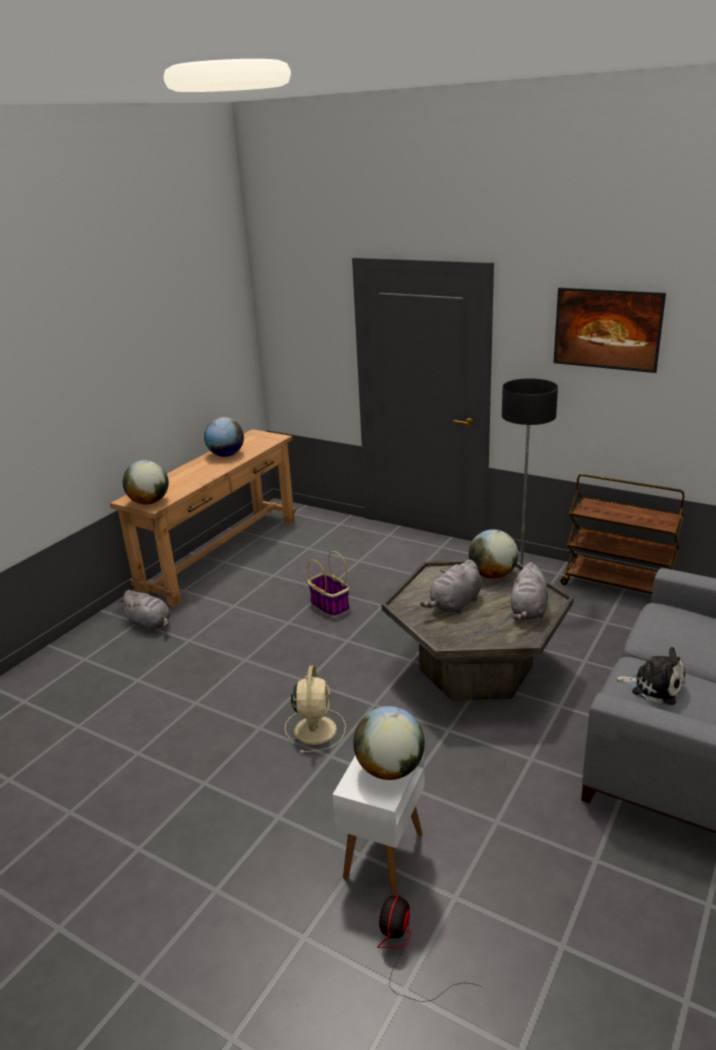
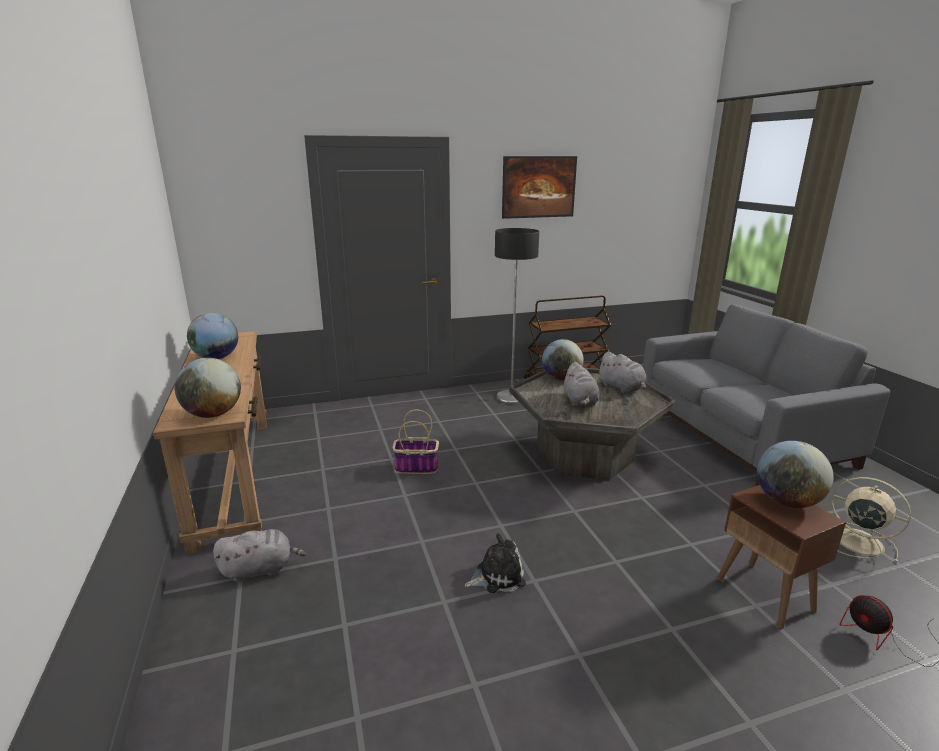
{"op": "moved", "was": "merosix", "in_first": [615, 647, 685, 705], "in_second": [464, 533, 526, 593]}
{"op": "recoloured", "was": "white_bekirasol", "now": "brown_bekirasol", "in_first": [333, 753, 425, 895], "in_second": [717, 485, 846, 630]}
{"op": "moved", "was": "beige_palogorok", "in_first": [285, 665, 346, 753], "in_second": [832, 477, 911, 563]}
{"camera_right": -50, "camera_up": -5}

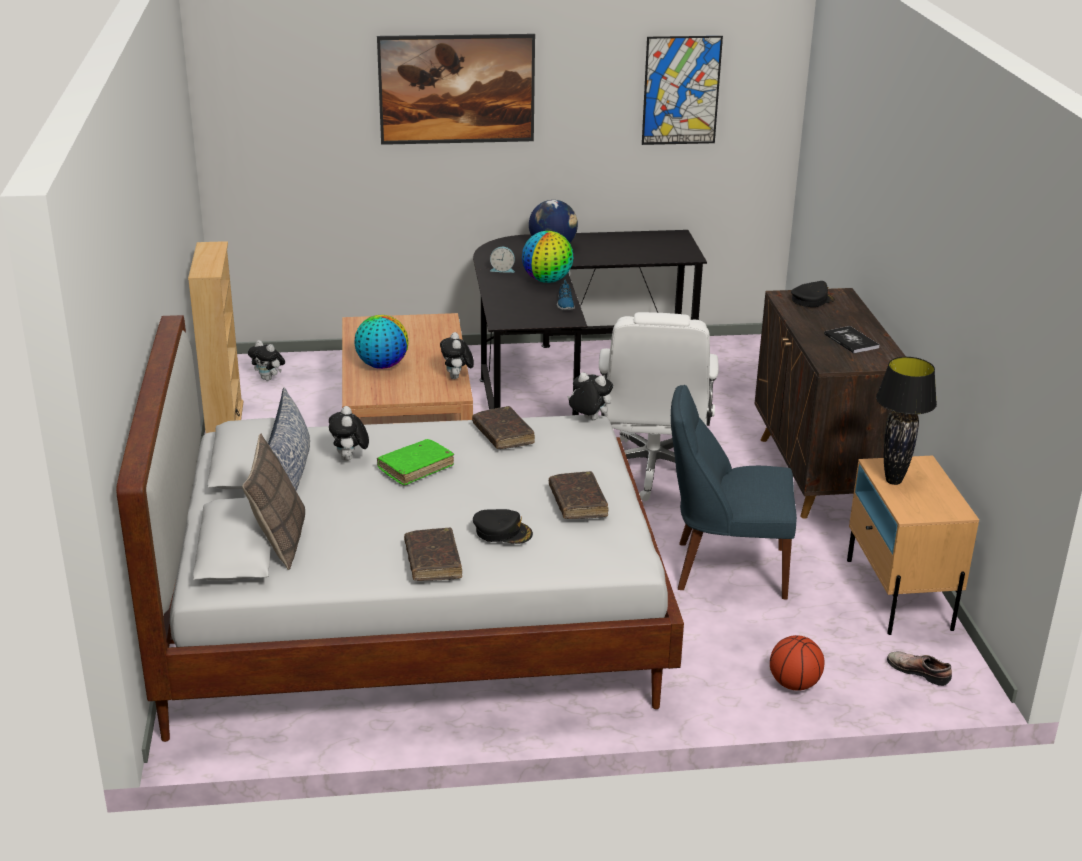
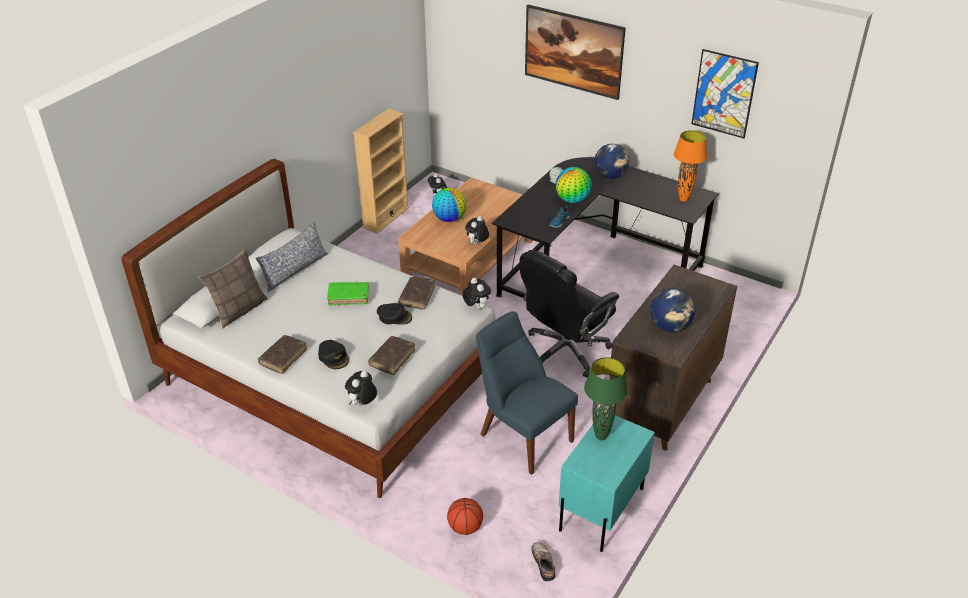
{"op": "moved", "was": "merosix", "in_first": [329, 406, 369, 461], "in_second": [345, 371, 377, 405]}
{"op": "moved", "was": "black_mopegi", "in_first": [791, 281, 835, 307], "in_second": [377, 303, 412, 325]}
{"op": "recoloured", "was": "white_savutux", "now": "black_savutux", "in_first": [599, 312, 719, 501], "in_second": [519, 250, 619, 378]}
{"op": "recoloured", "was": "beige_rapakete", "now": "turquoise_rapakete", "in_first": [847, 455, 979, 635], "in_second": [559, 415, 655, 552]}
{"op": "recoloured", "was": "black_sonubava", "now": "green_sonubava", "in_first": [876, 357, 937, 485], "in_second": [584, 357, 628, 440]}
{"op": "replaced", "was": "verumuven", "now": "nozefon", "in_first": [824, 326, 880, 354], "in_second": [650, 288, 695, 332]}
{"op": "added", "now": "orange_sonubava", "in_second": [674, 130, 707, 202]}
{"camera_right": 40, "camera_up": 10}

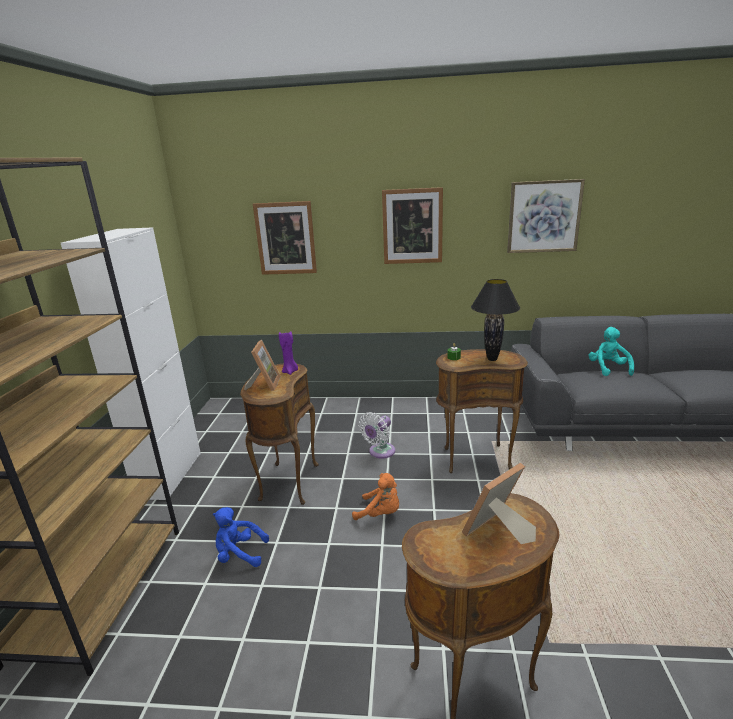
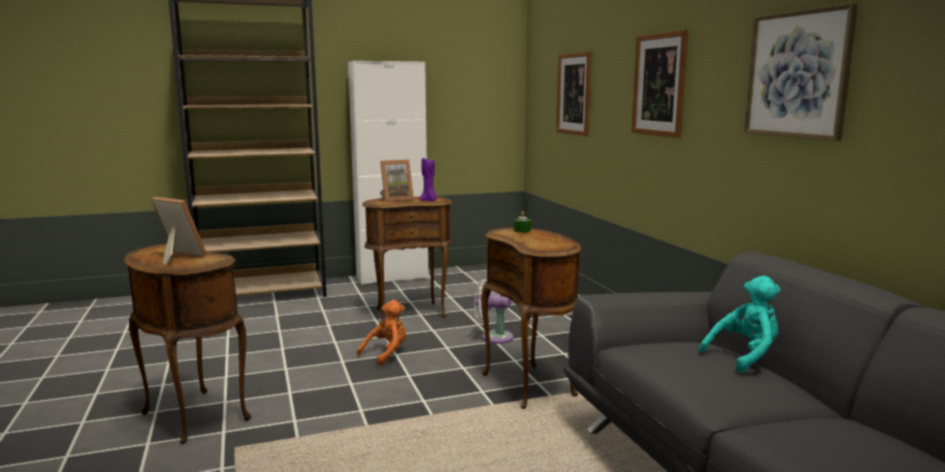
{"op": "turned", "was": "orange_merosix", "in_first": [352, 473, 399, 520], "in_second": [357, 300, 406, 366], "clockwise": -135}
{"op": "removed", "was": "blue_merosix", "in_first": [213, 507, 269, 567]}
{"op": "removed", "was": "black_sonubava", "in_first": [471, 279, 520, 361]}
{"camera_right": 65, "camera_up": -10}

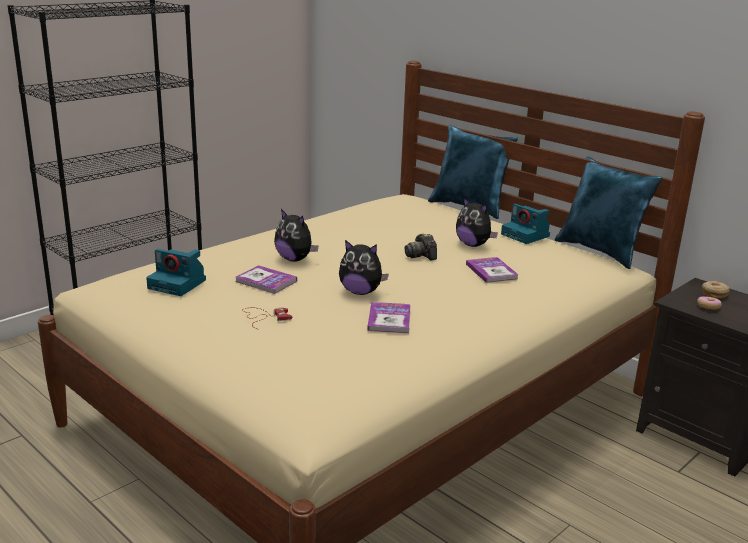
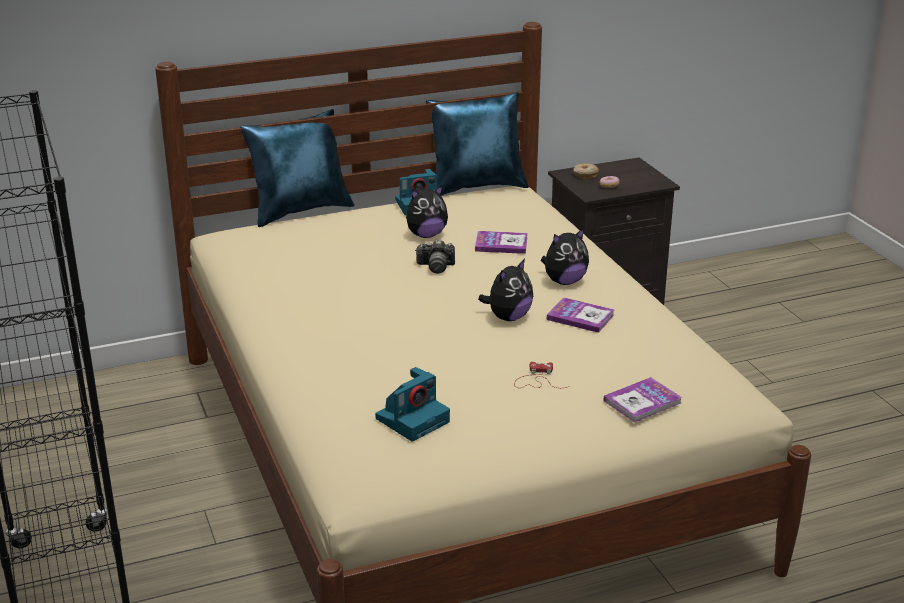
{"op": "moved", "was": "merosix", "in_first": [274, 209, 318, 262], "in_second": [541, 228, 589, 285]}
{"op": "moved", "was": "verumuven", "in_first": [235, 265, 297, 294], "in_second": [603, 377, 682, 423]}
{"camera_right": -65, "camera_up": 5}

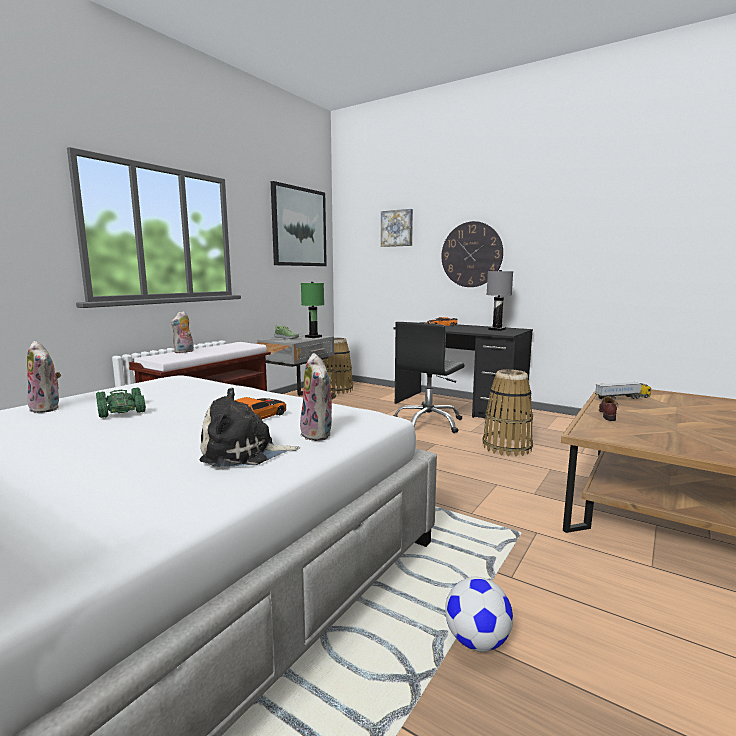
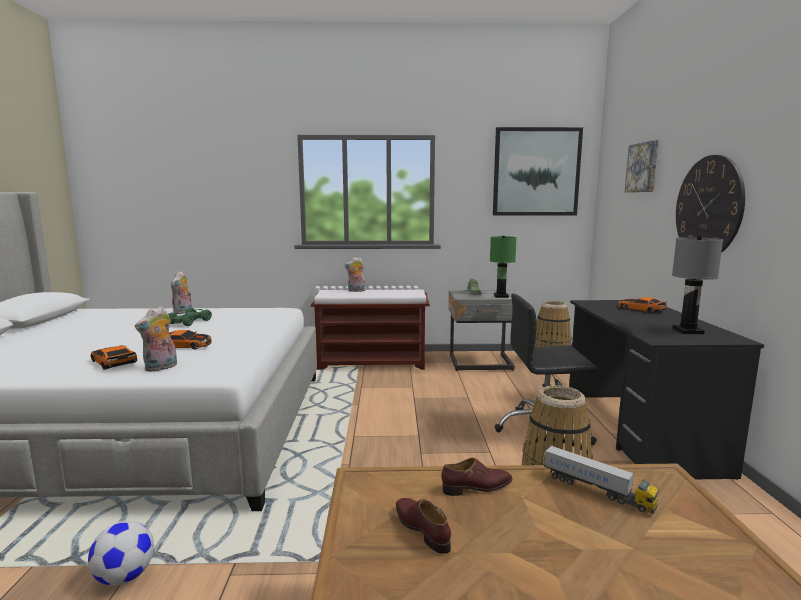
{"op": "replaced", "was": "merosix", "now": "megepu", "in_first": [199, 388, 300, 467], "in_second": [91, 345, 137, 370]}
{"op": "added", "now": "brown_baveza", "in_second": [396, 498, 451, 554]}
{"camera_right": 55, "camera_up": 0}

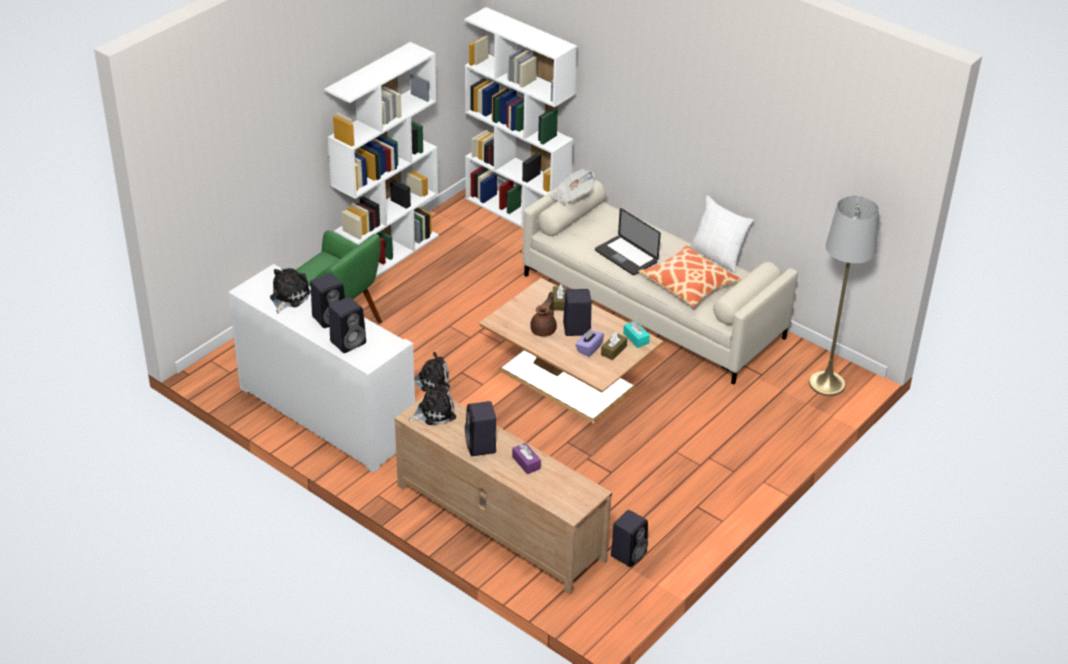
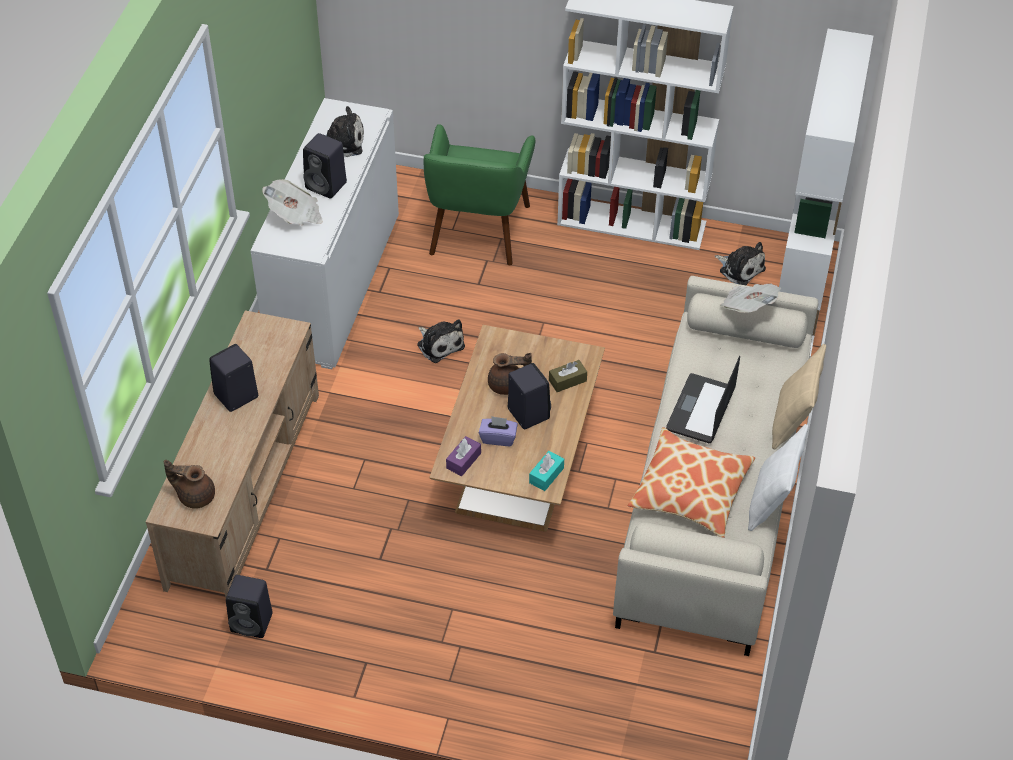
{"op": "added", "now": "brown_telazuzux", "in_second": [164, 460, 215, 509]}
{"op": "replaced", "was": "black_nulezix", "now": "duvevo", "in_first": [329, 297, 366, 353], "in_second": [262, 179, 323, 225]}
{"op": "moved", "was": "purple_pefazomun", "in_first": [512, 443, 541, 474], "in_second": [446, 436, 481, 476]}
{"op": "moved", "was": "merosix", "in_first": [408, 380, 456, 425], "in_second": [715, 242, 766, 285]}
{"op": "added", "now": "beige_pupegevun", "in_second": [772, 344, 826, 450]}
{"op": "removed", "was": "brown_pefazomun", "in_first": [601, 332, 627, 360]}
{"op": "removed", "was": "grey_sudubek", "in_first": [809, 196, 879, 396]}
{"camera_right": 65, "camera_up": 10}

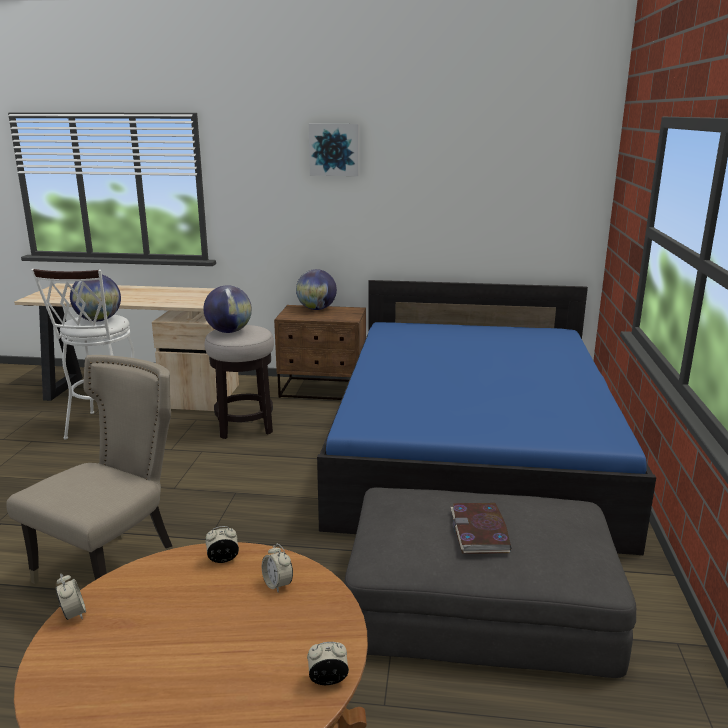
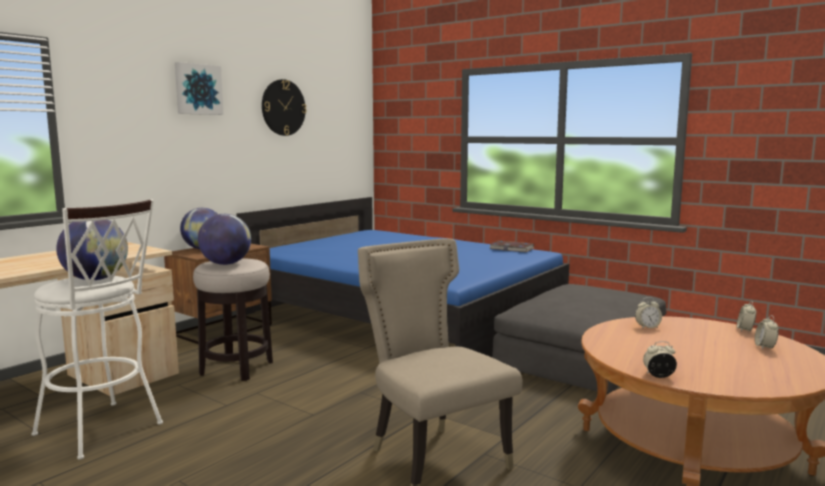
{"op": "added", "now": "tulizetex", "in_second": [262, 79, 307, 136]}
{"op": "moved", "was": "verumuven", "in_first": [451, 503, 511, 554], "in_second": [489, 241, 534, 252]}
{"op": "moved", "was": "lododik", "in_first": [205, 526, 239, 563], "in_second": [755, 315, 779, 350]}
{"camera_right": -60, "camera_up": -10}

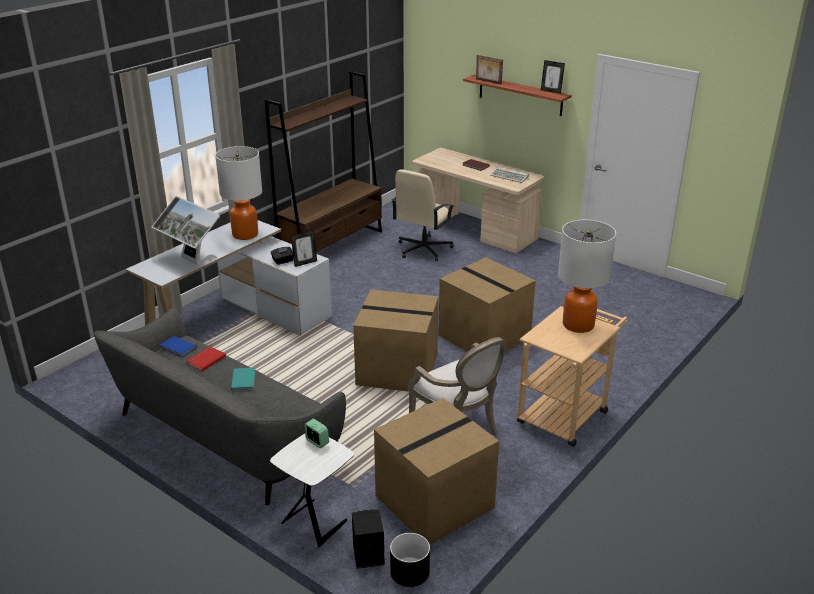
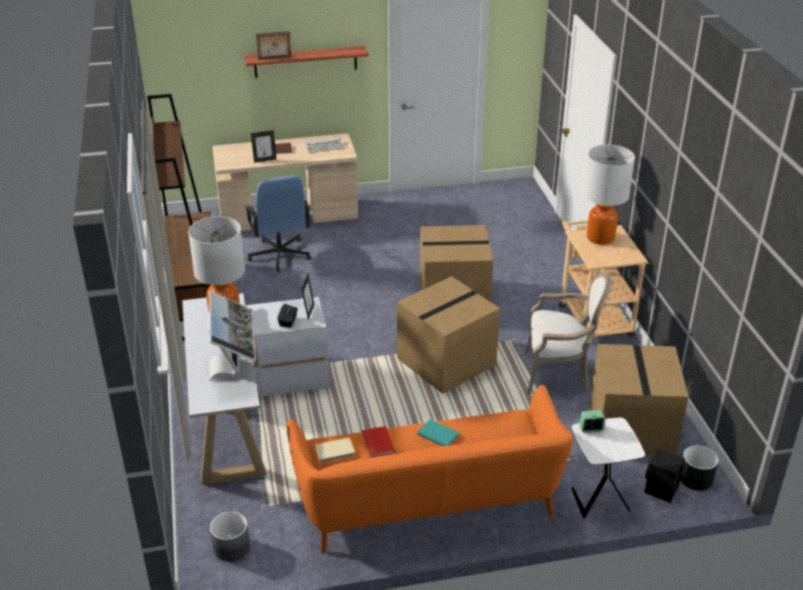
{"op": "turned", "was": "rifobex", "in_first": [152, 196, 220, 266], "in_second": [208, 291, 256, 381], "clockwise": -90}
{"op": "added", "now": "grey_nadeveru", "in_second": [210, 512, 250, 561]}
{"op": "recoloured", "was": "beige_savutux", "now": "blue_savutux", "in_first": [392, 169, 454, 261], "in_second": [245, 175, 311, 272]}
{"op": "moved", "was": "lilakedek", "in_first": [541, 60, 565, 94], "in_second": [251, 130, 276, 163]}
{"op": "recoloured", "was": "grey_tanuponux", "now": "orange_tanuponux", "in_first": [94, 309, 346, 505], "in_second": [287, 385, 573, 554]}
{"op": "recoloured", "was": "blue_verumuven", "now": "beige_verumuven", "in_first": [160, 336, 197, 357], "in_second": [315, 438, 355, 463]}
{"camera_right": -50, "camera_up": 5}

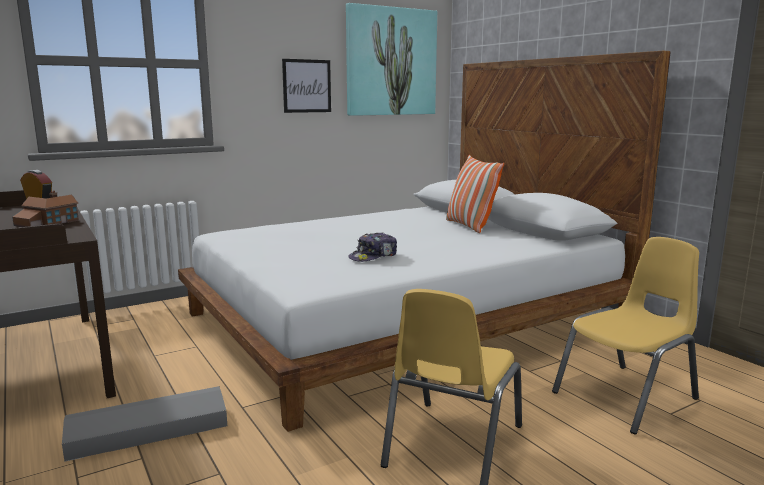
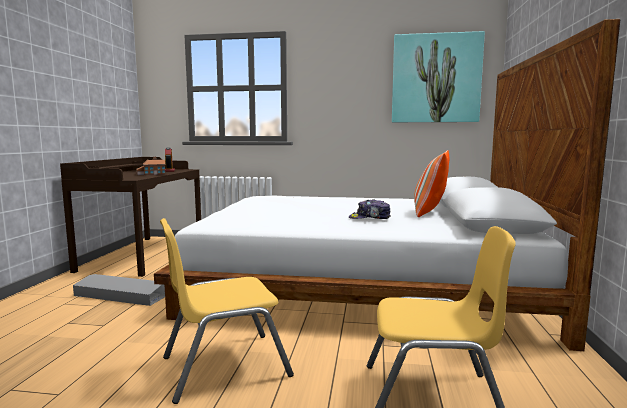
{"op": "moved", "was": "mopegi", "in_first": [348, 233, 397, 262], "in_second": [349, 199, 391, 219]}
{"op": "removed", "was": "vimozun", "in_first": [282, 59, 331, 113]}
{"camera_right": 40, "camera_up": -5}

